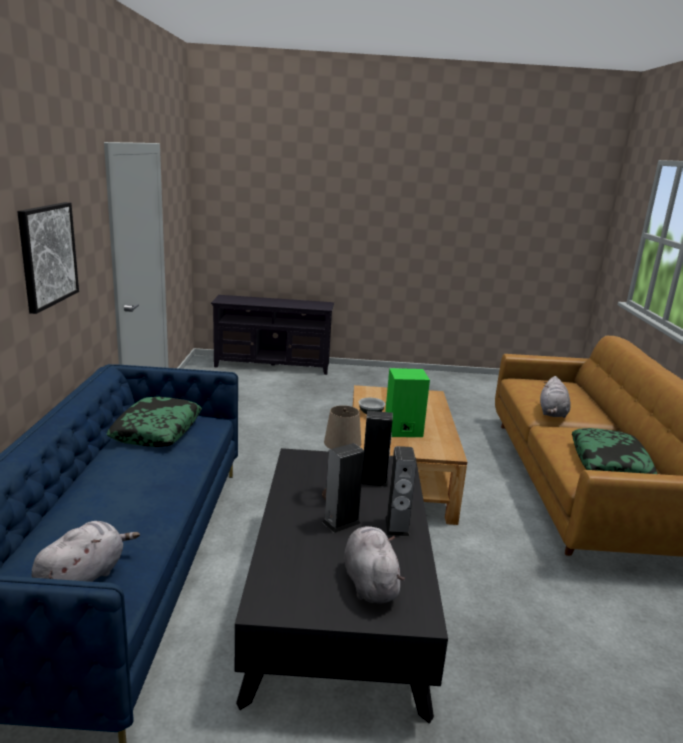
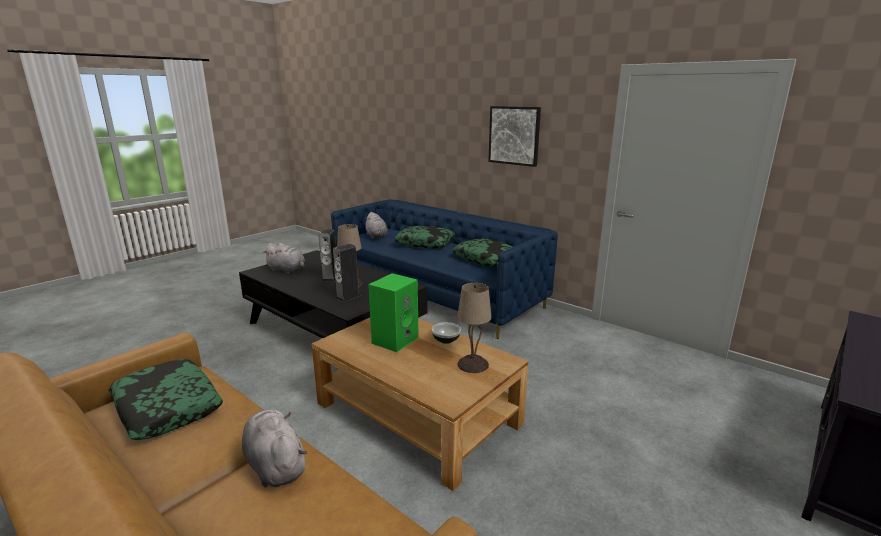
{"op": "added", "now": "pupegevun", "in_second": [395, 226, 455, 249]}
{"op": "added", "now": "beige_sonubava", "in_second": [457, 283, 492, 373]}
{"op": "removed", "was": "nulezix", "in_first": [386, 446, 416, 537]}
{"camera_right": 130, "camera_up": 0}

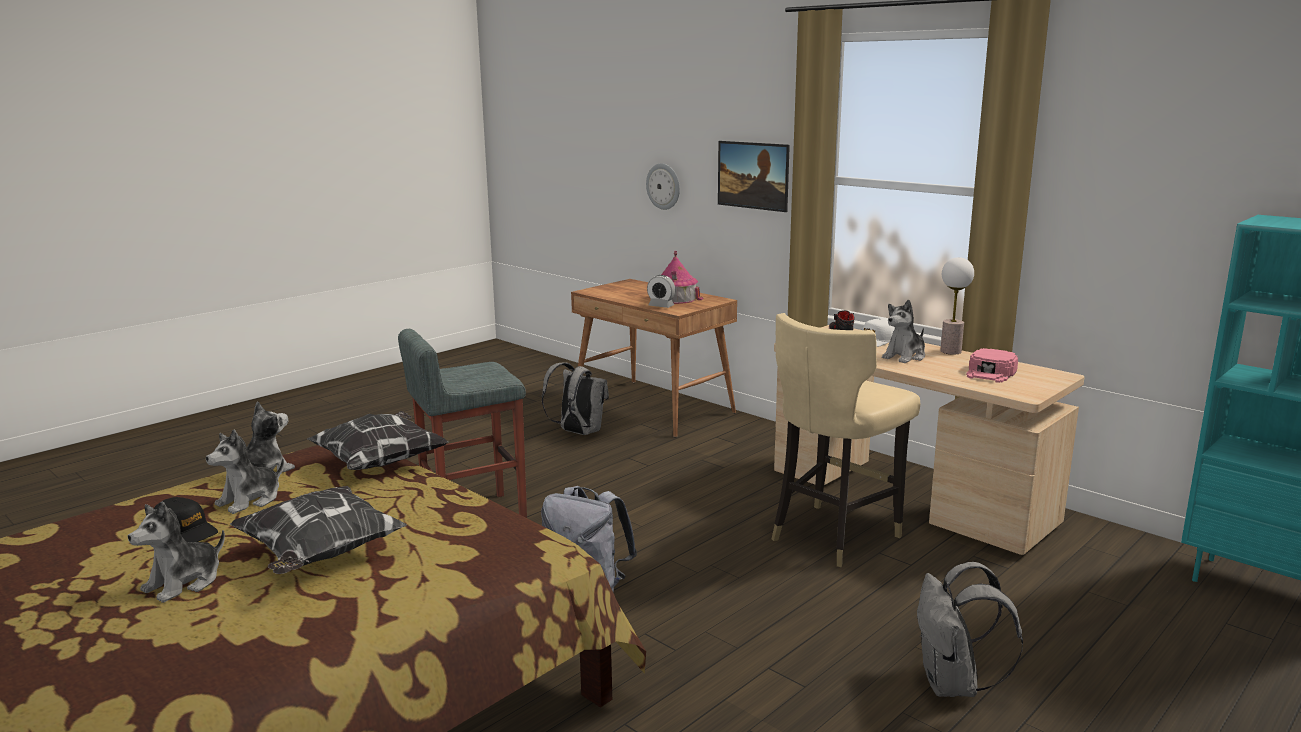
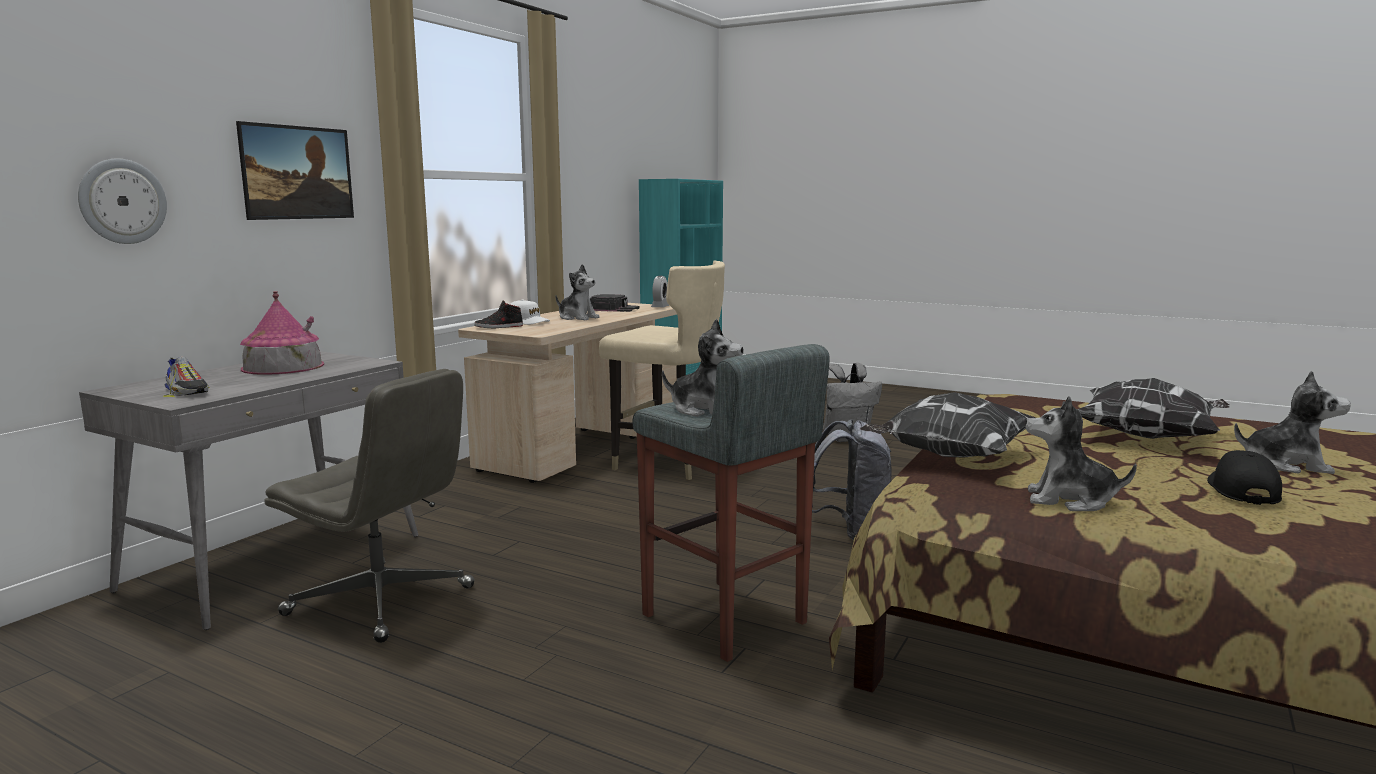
{"op": "recoloured", "was": "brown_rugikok", "now": "grey_rugikok", "in_first": [571, 279, 737, 437], "in_second": [79, 351, 418, 630]}
{"op": "added", "now": "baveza", "in_second": [163, 357, 210, 398]}
{"op": "replaced", "was": "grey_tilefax", "now": "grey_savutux", "in_first": [542, 362, 609, 435], "in_second": [264, 369, 475, 643]}
{"op": "recoloured", "was": "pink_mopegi", "now": "black_mopegi", "in_first": [966, 348, 1018, 383], "in_second": [590, 294, 640, 312]}
{"op": "moved", "was": "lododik", "in_first": [647, 275, 676, 308], "in_second": [651, 276, 669, 307]}
{"op": "moved", "was": "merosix", "in_first": [206, 430, 284, 514], "in_second": [662, 319, 744, 417]}
{"op": "removed", "was": "sonubava", "in_first": [940, 257, 974, 355]}
{"camera_right": -105, "camera_up": -5}

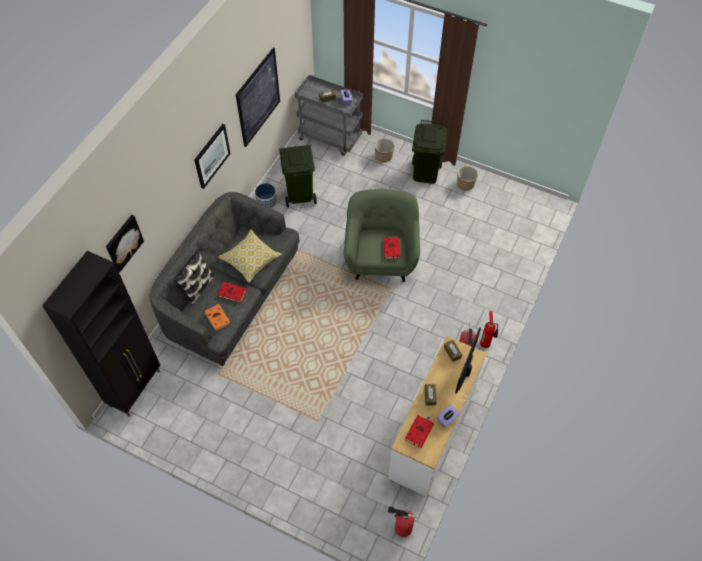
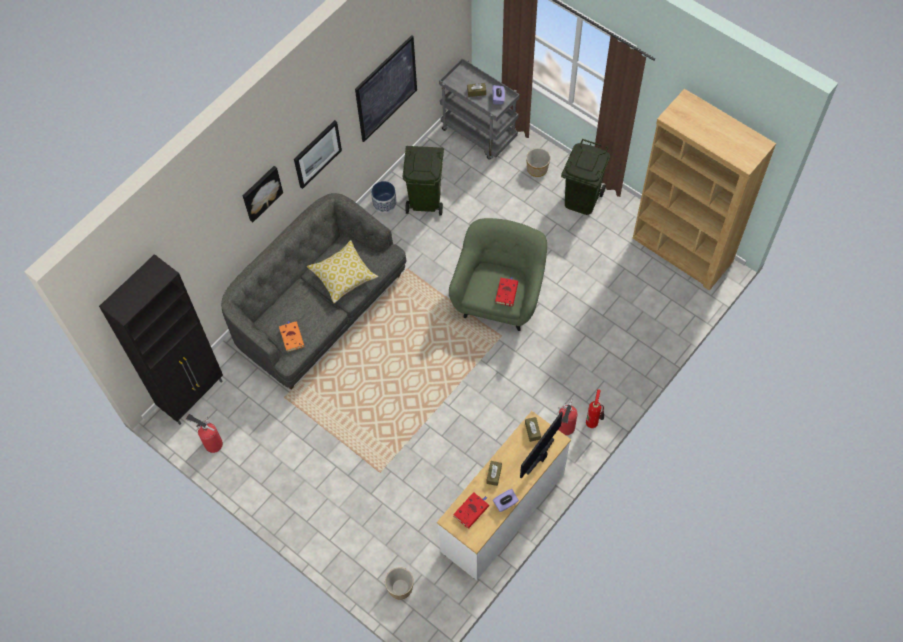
{"op": "moved", "was": "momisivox", "in_first": [388, 505, 418, 537], "in_second": [186, 414, 223, 453]}
{"op": "moved", "was": "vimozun", "in_first": [106, 215, 144, 272], "in_second": [243, 166, 283, 222]}
{"op": "moved", "was": "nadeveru", "in_first": [457, 166, 478, 191], "in_second": [385, 567, 414, 599]}
{"op": "added", "now": "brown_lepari", "in_second": [633, 89, 776, 291]}
{"op": "removed", "was": "pupegevun", "in_first": [174, 249, 215, 305]}
{"op": "removed", "was": "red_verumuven", "in_first": [217, 282, 247, 303]}
{"camera_right": 15, "camera_up": 5}

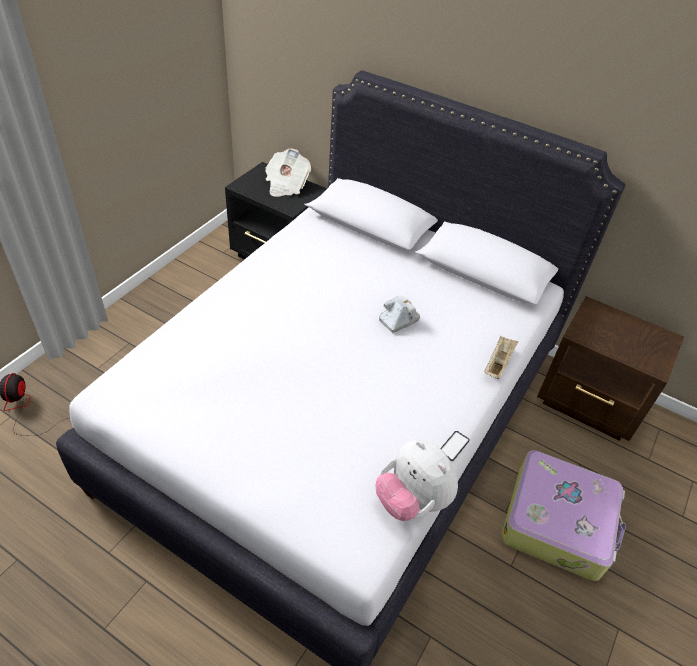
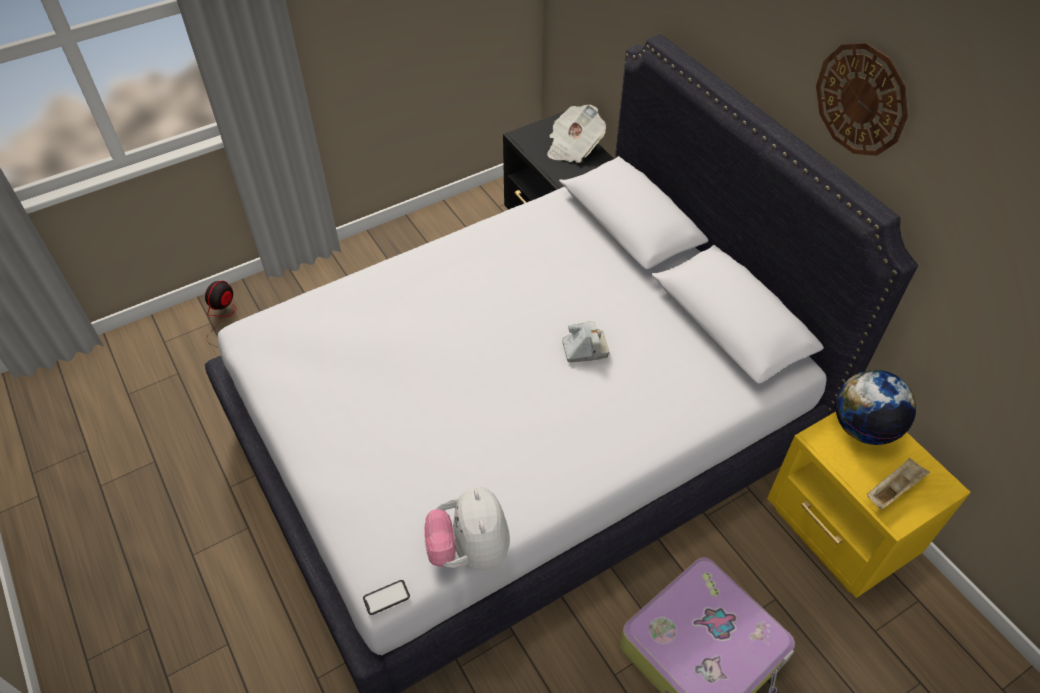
{"op": "moved", "was": "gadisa", "in_first": [440, 431, 470, 461], "in_second": [363, 580, 410, 615]}
{"op": "recoloured", "was": "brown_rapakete", "now": "yellow_rapakete", "in_first": [537, 296, 684, 441], "in_second": [767, 412, 971, 598]}
{"op": "added", "now": "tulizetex", "in_second": [816, 43, 908, 156]}
{"op": "added", "now": "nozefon", "in_second": [835, 370, 916, 445]}
{"op": "moved", "was": "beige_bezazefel", "in_first": [484, 336, 519, 379], "in_second": [867, 458, 930, 509]}
{"camera_right": 30, "camera_up": 5}

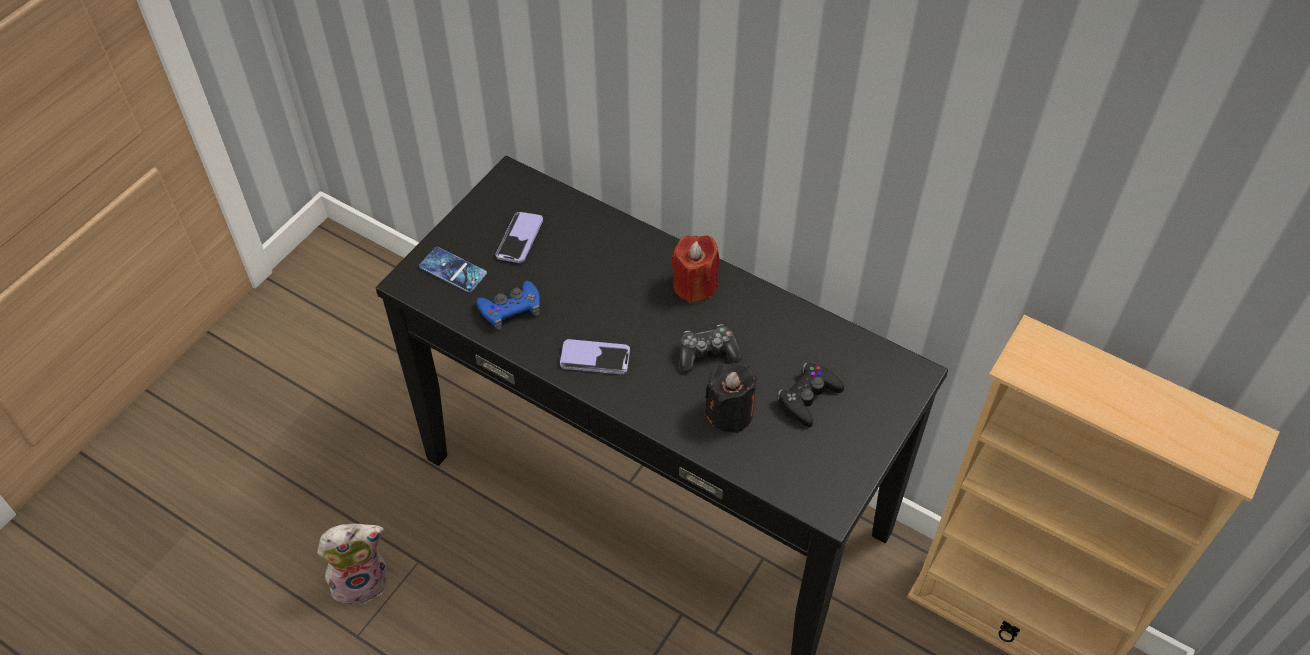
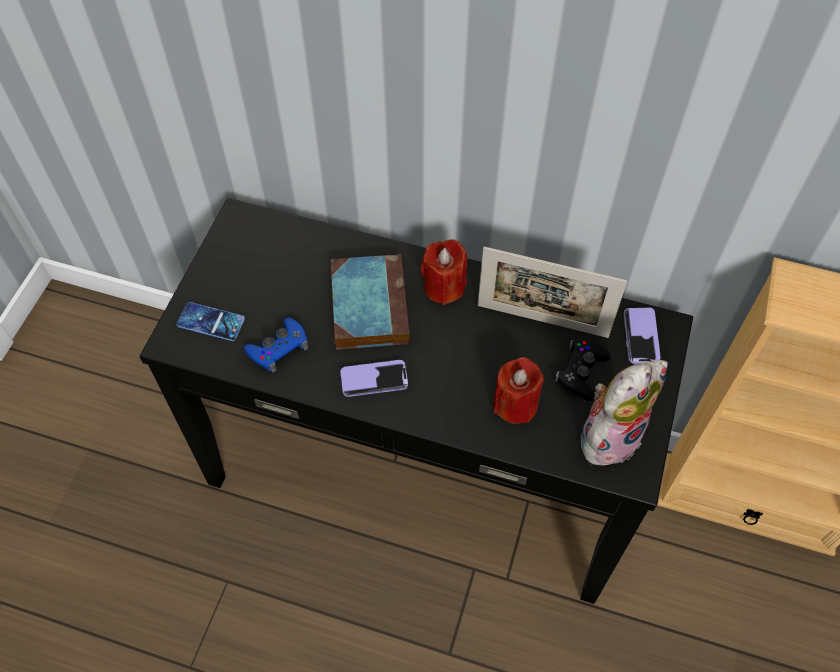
{"op": "added", "now": "verumuven", "in_second": [330, 254, 410, 350]}
{"op": "added", "now": "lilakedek", "in_second": [478, 247, 627, 338]}
{"op": "recoloured", "was": "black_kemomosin", "now": "red_kemomosin", "in_first": [705, 362, 757, 433], "in_second": [493, 357, 544, 424]}
{"op": "moved", "was": "merosix", "in_first": [317, 524, 388, 604], "in_second": [581, 360, 668, 470]}
{"op": "moved", "was": "gadisa", "in_first": [496, 212, 543, 263], "in_second": [624, 308, 661, 364]}
{"op": "removed", "was": "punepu", "in_first": [680, 324, 742, 372]}
{"camera_right": -15, "camera_up": 5}

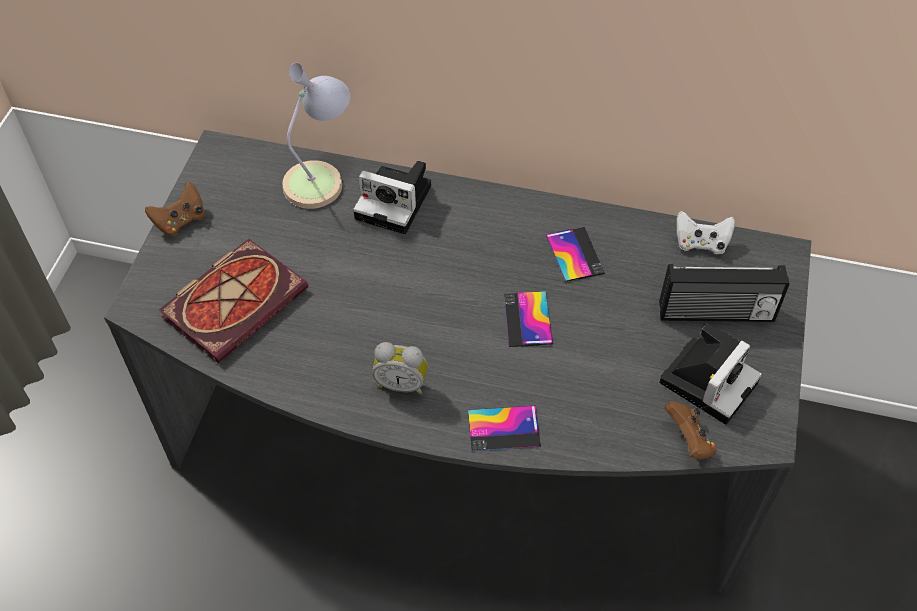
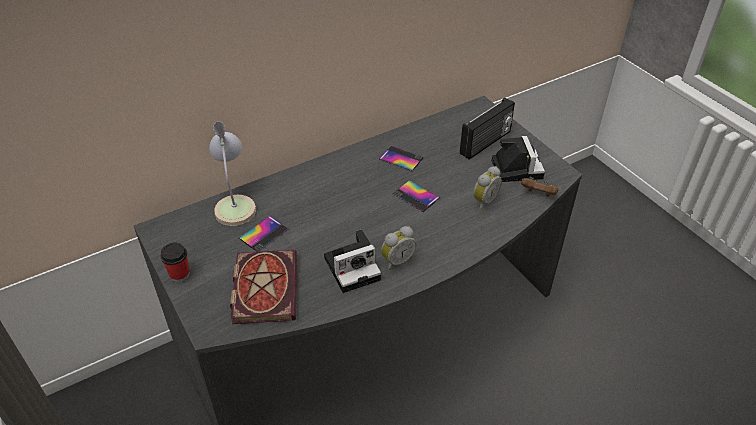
{"op": "replaced", "was": "brown_punepu", "now": "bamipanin", "in_first": [145, 182, 205, 237], "in_second": [161, 242, 190, 282]}
{"op": "moved", "was": "gadisa", "in_first": [468, 406, 541, 451], "in_second": [239, 216, 289, 252]}
{"op": "moved", "was": "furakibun", "in_first": [353, 161, 431, 234], "in_second": [324, 229, 381, 293]}
{"op": "added", "now": "lododik", "in_second": [473, 166, 502, 210]}
{"op": "removed", "was": "white_punepu", "in_first": [677, 211, 735, 255]}
{"camera_right": -45, "camera_up": -10}

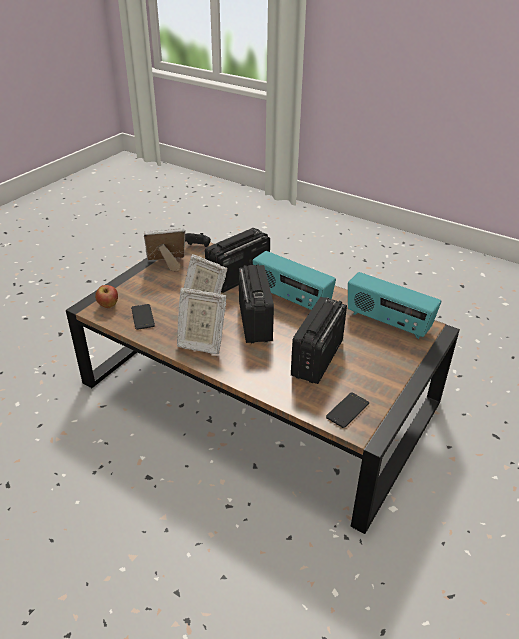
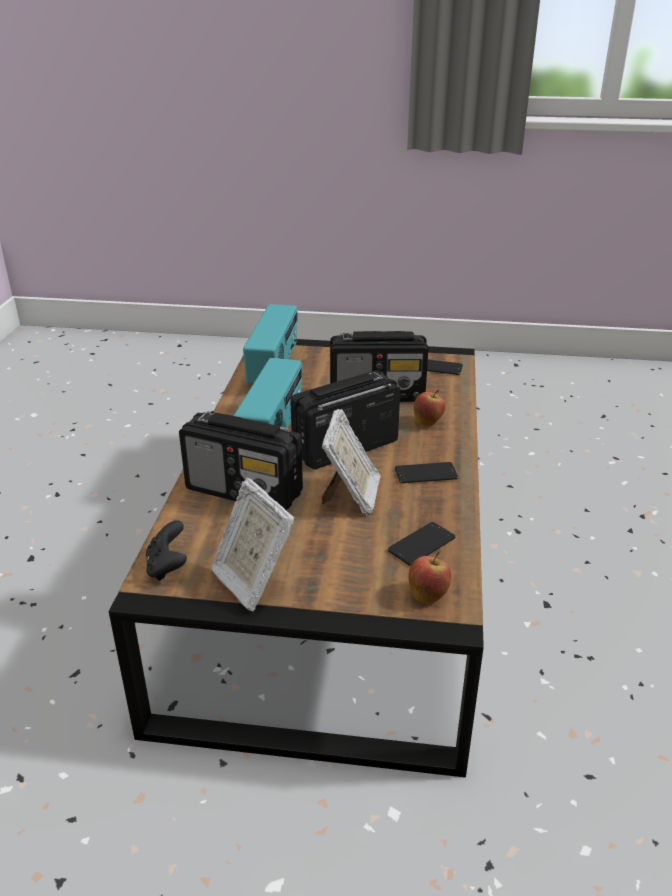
{"op": "replaced", "was": "lilakedek", "now": "gadisa", "in_first": [177, 288, 227, 354], "in_second": [395, 462, 458, 483]}
{"op": "added", "now": "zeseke", "in_second": [413, 390, 445, 426]}
{"camera_right": -115, "camera_up": -5}

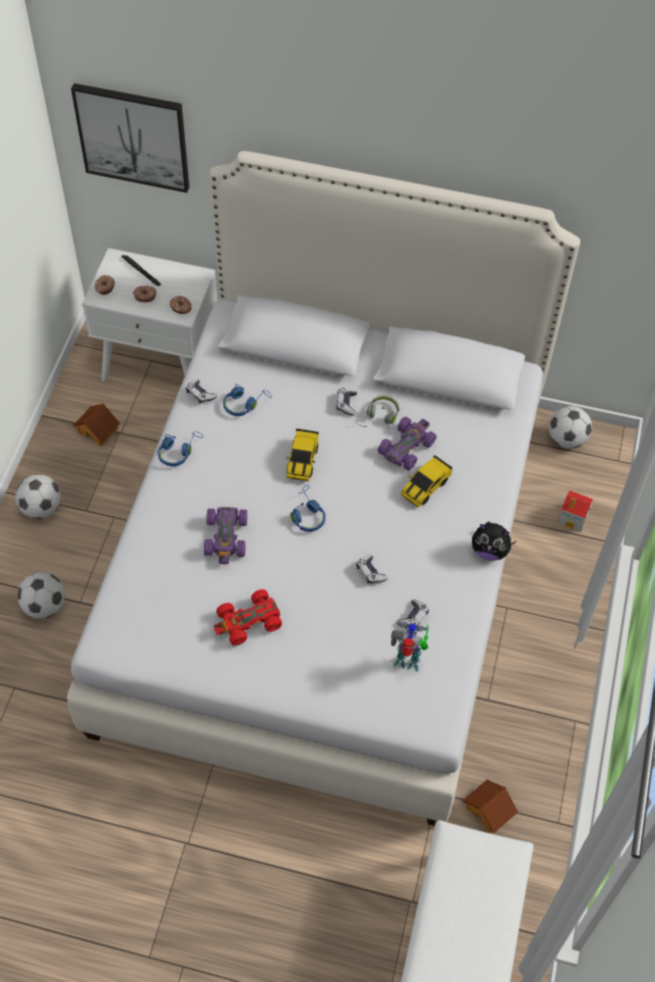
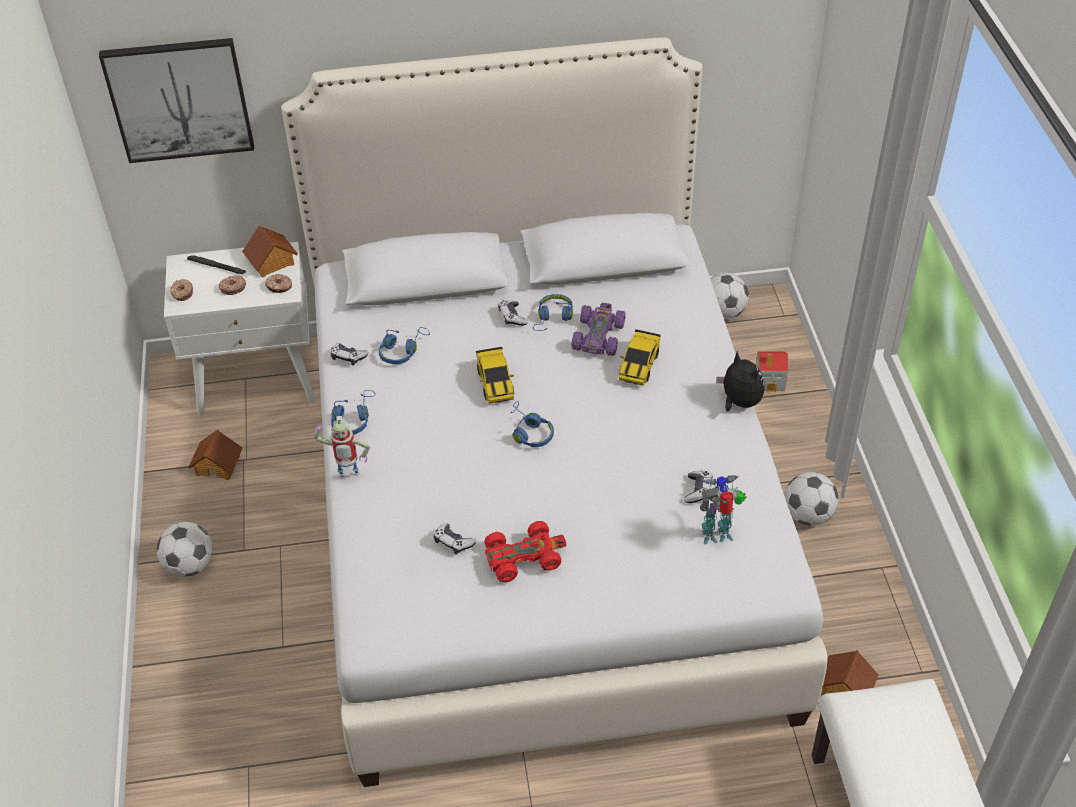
{"op": "added", "now": "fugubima", "in_second": [242, 226, 298, 278]}
{"op": "added", "now": "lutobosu", "in_second": [314, 416, 370, 477]}
{"op": "moved", "was": "punepu", "in_first": [356, 555, 388, 584], "in_second": [434, 523, 476, 554]}
{"op": "turned", "was": "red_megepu", "in_first": [214, 589, 282, 646], "in_second": [485, 521, 566, 582], "clockwise": -150}
{"op": "recoloured", "was": "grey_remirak", "now": "blue_remirak", "in_first": [355, 396, 399, 427], "in_second": [533, 294, 573, 331]}
{"op": "turned", "was": "merosix", "in_first": [472, 522, 516, 561], "in_second": [716, 351, 765, 411], "clockwise": -120}
{"op": "moved", "was": "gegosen", "in_first": [17, 572, 65, 619], "in_second": [784, 472, 839, 526]}
{"op": "removed", "was": "purple_megepu", "in_first": [204, 507, 247, 564]}
{"camera_right": -20, "camera_up": -10}

